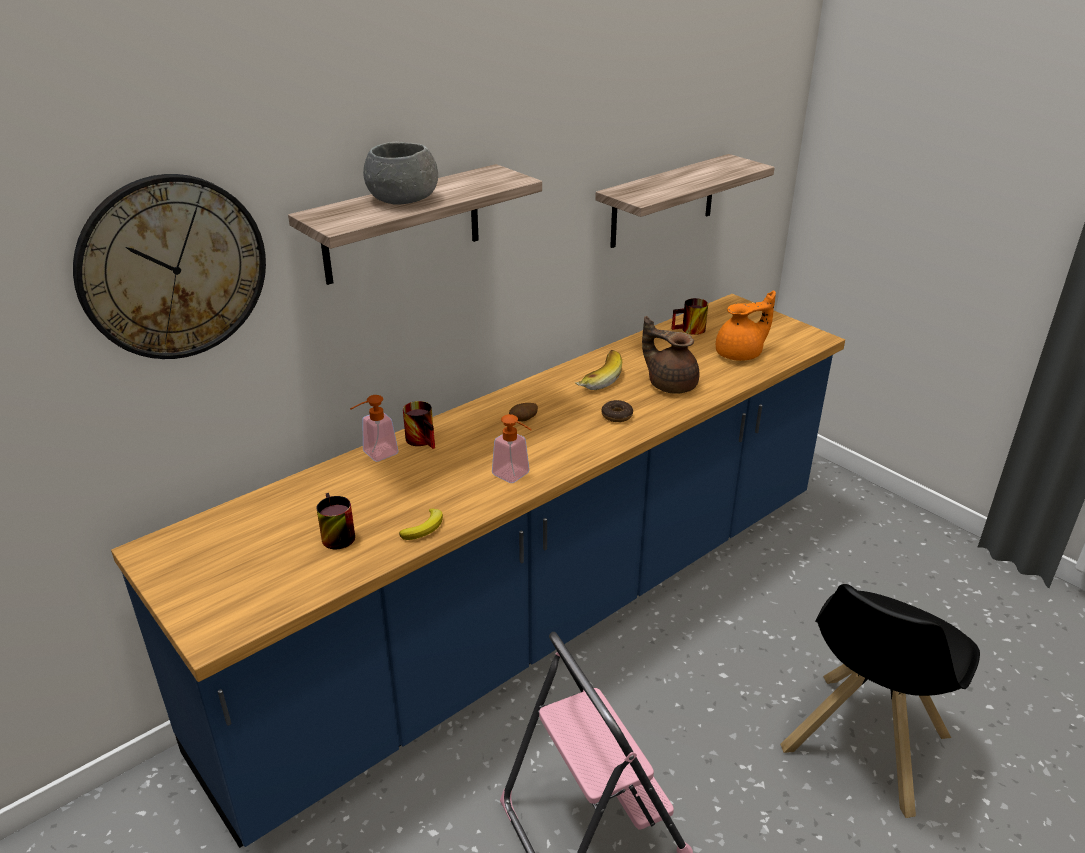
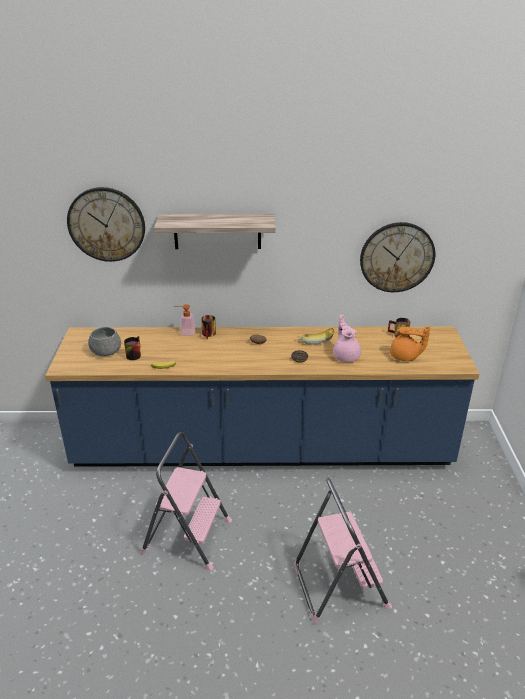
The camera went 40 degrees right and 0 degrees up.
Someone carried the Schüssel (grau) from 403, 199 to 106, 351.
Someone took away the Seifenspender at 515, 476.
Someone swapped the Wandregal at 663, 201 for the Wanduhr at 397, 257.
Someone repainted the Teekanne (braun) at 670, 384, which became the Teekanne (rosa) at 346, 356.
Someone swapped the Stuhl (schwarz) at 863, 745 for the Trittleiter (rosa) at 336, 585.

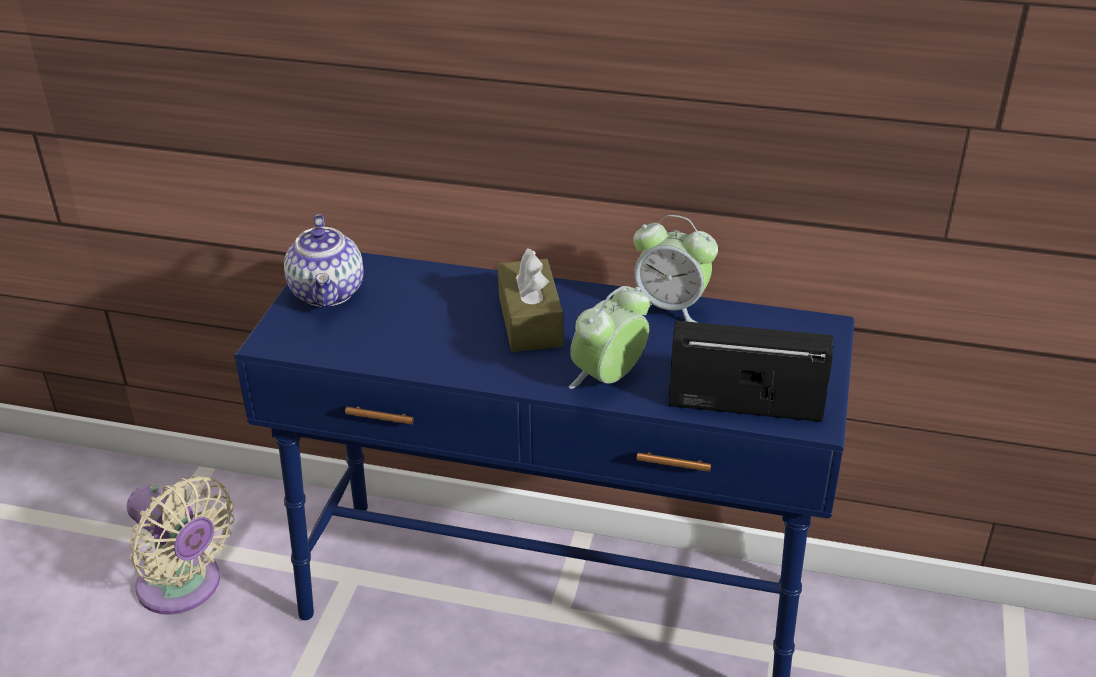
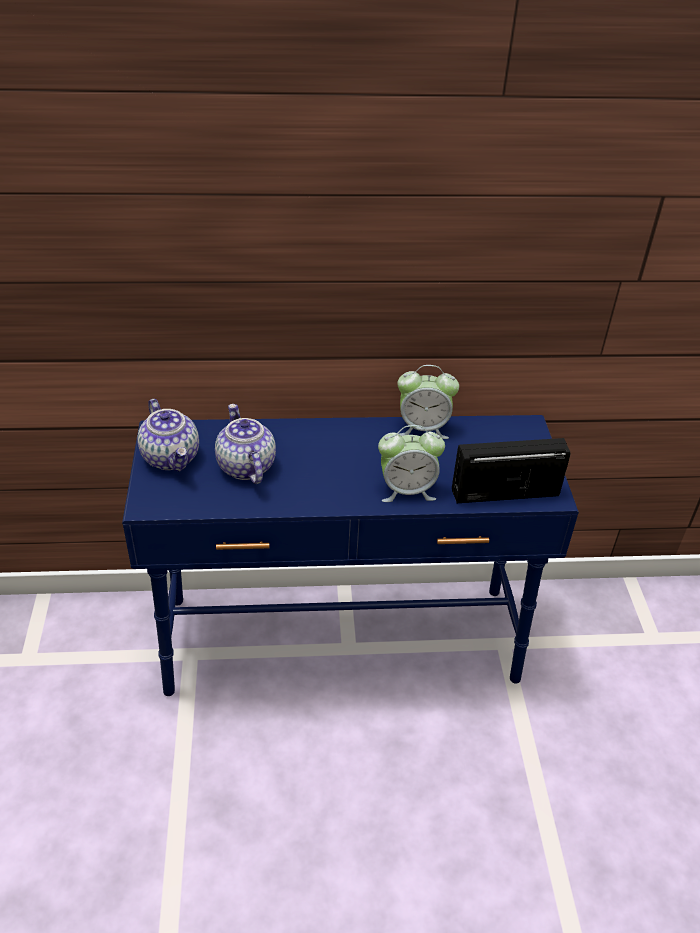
The camera went 20 degrees left and 5 degrees up.
Someone took away the Ventilator (beige) at 184, 587.
Someone took away the Taschentuchbox (braun) at 530, 321.
Someone rotated the Wecker at 609, 378 by 120 degrees counterclockwise.
Someone put down the Teekanne at 245, 466.

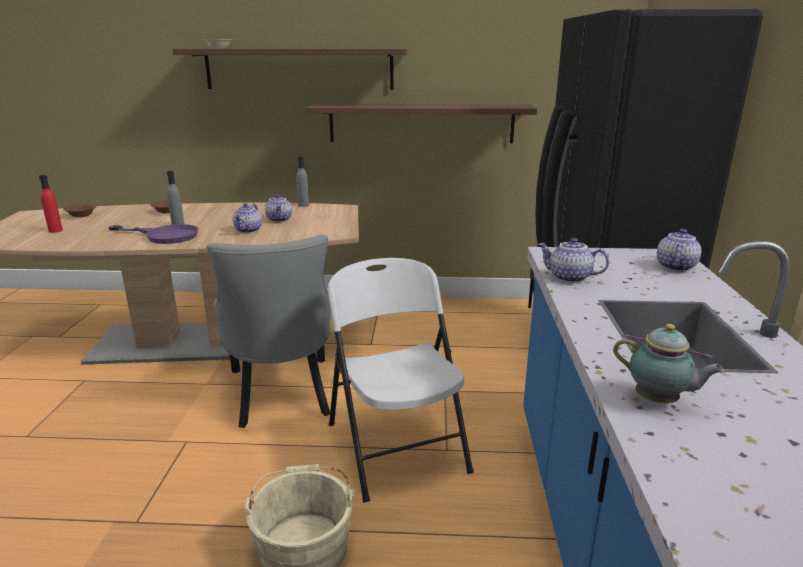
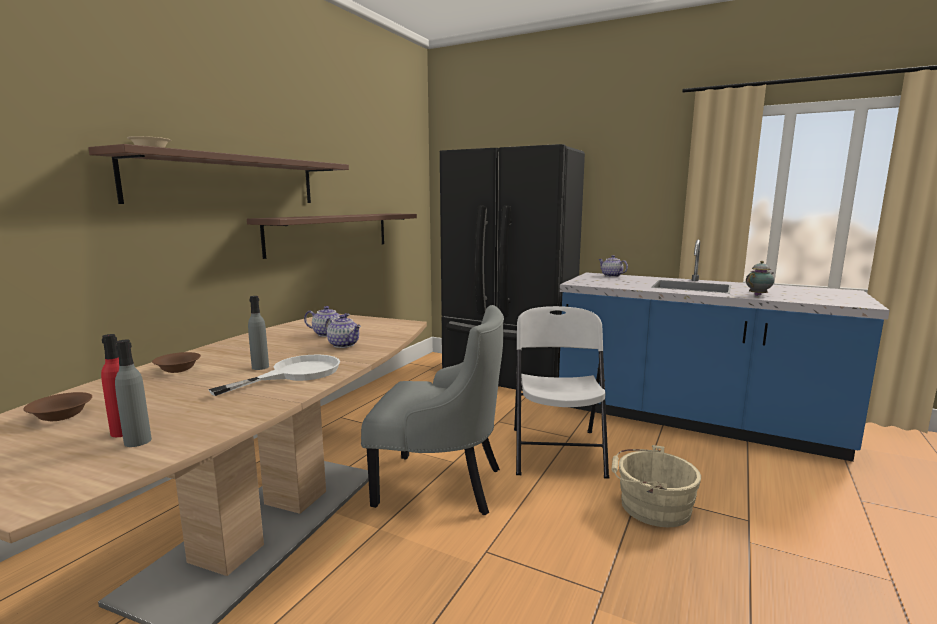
The camera went 65 degrees left and 10 degrees down.
Someone repainted the Pfanne (lila) at 164, 235, which became the Pfanne (weiß) at 295, 374.
Someone carried the Flasche (grau) from 303, 205 to 138, 441.
Someone rotated the Stuhl (weiß) at 397, 447 by 90 degrees clockwise.
Someone took away the Teekanne at 569, 278.

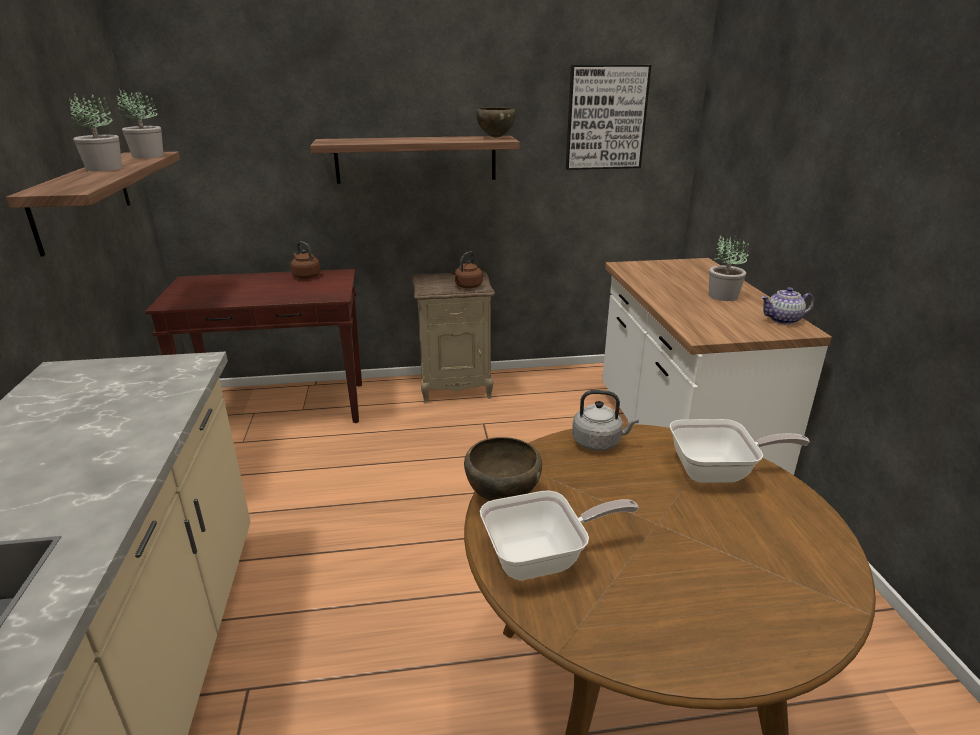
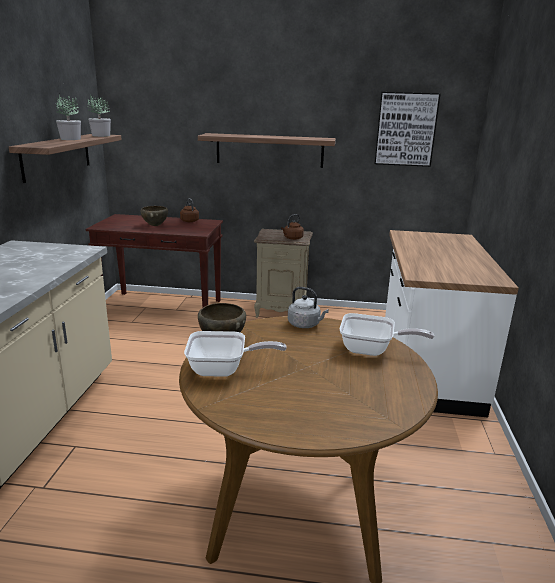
The camera went 15 degrees right and 5 degrees down.
Someone carried the Schüssel (braun) from 495, 137 to 155, 226.
Someone took away the Topfpflanze at 722, 296.
Someone took away the Teekanne at 783, 320.

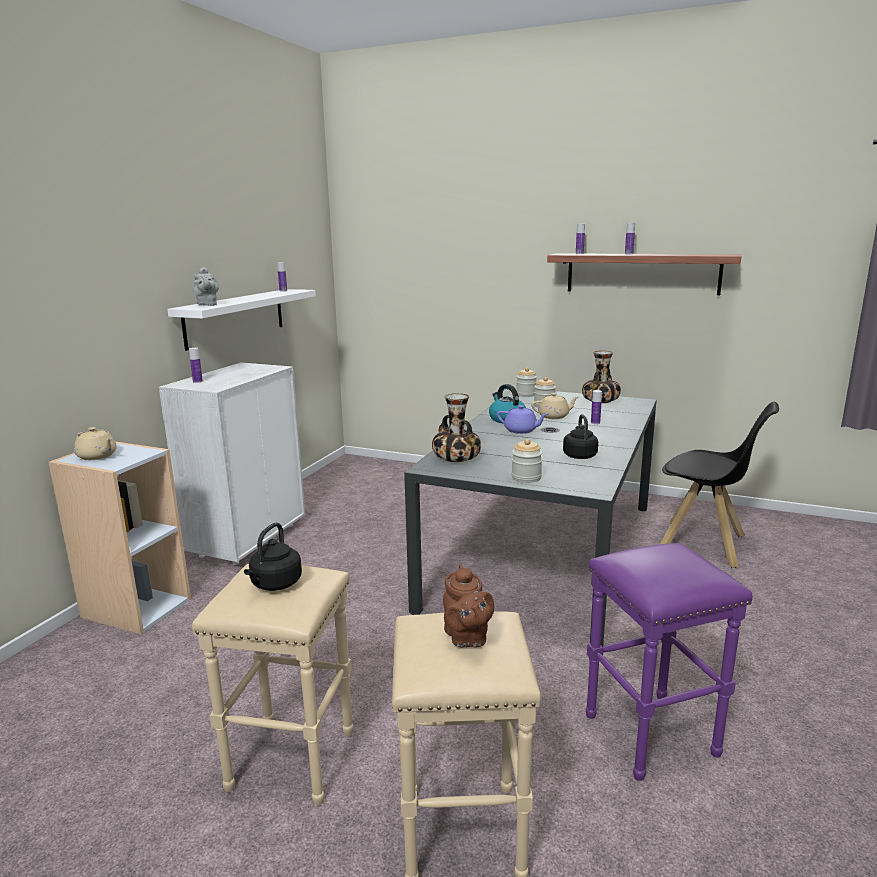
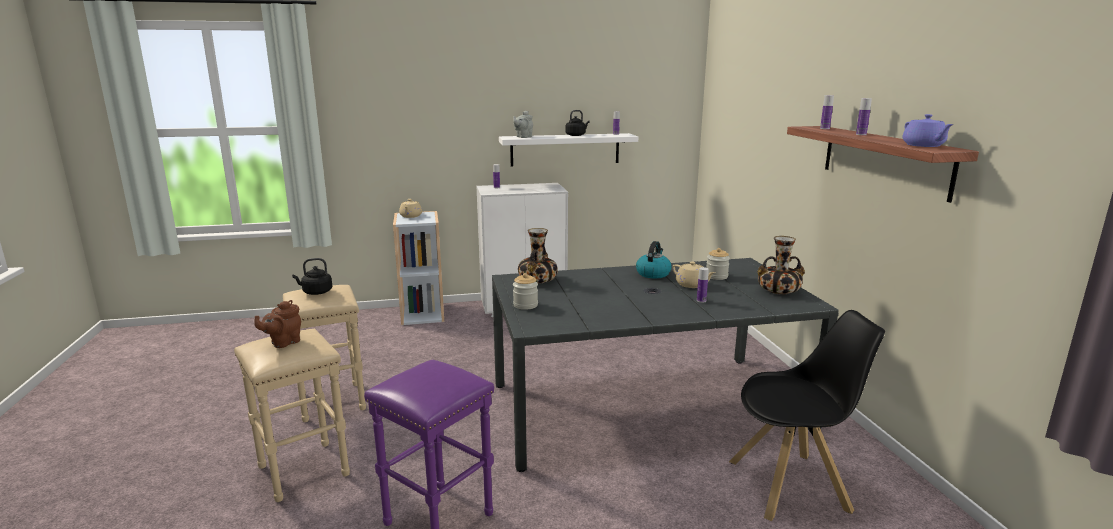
The camera went 55 degrees right and 0 degrees up.
Someone carried the Teekanne (lila) from 521, 430 to 924, 146.
Someone took away the Vorratsglas at 526, 394.
Someone carried the Wasserkessel (schwarz) from 579, 455 to 576, 135.
Someone rotated the Stuhl (schwarz) at 704, 544 by 90 degrees counterclockwise.

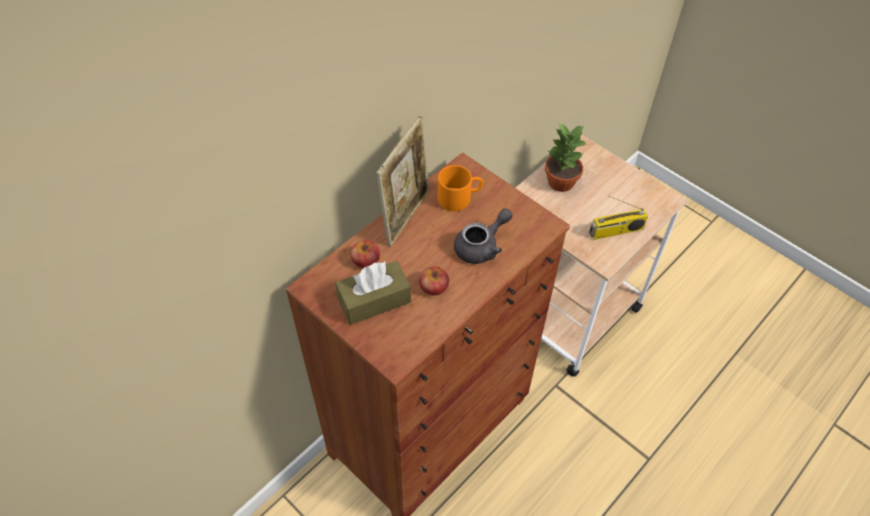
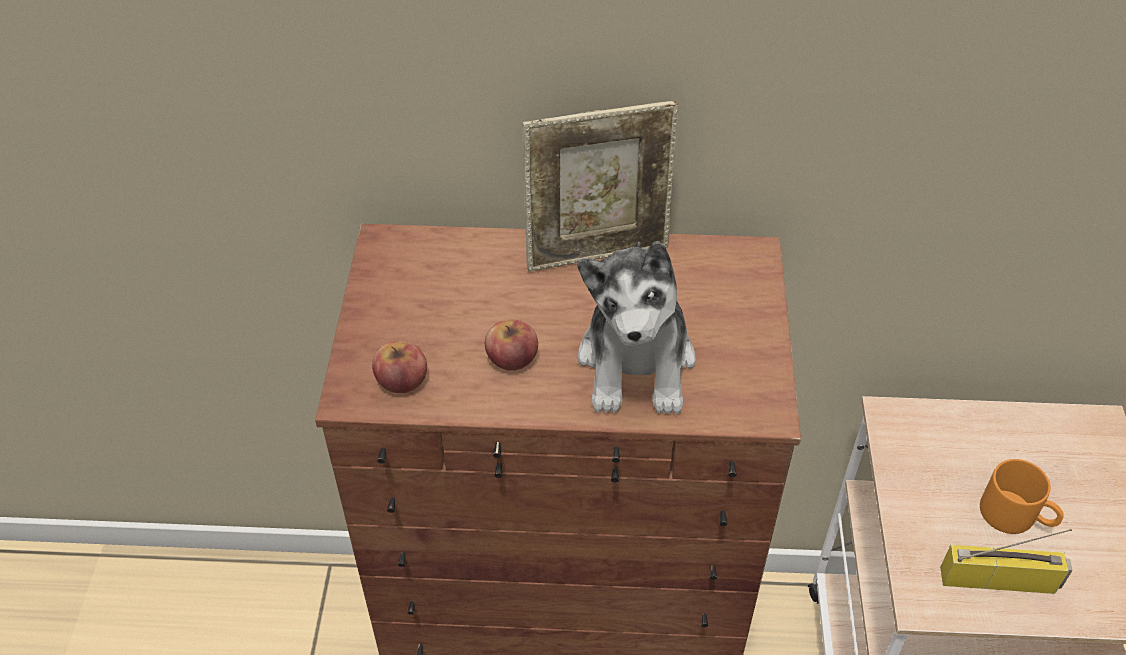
The camera went 50 degrees right and 5 degrees down.
Someone took away the Taschentuchbox (braun) at 374, 300.
Someone carried the Apfel from 365, 260 to 401, 379.
Someone carried the Henkelbecher (orange) from 459, 197 to 1017, 515.
Someone swapped the Teekanne (grau) at 481, 247 for the Plüschtier at 637, 362.
Someone took away the Topfpflanze at 560, 182.
Someone rotated the Radio at 615, 231 by 150 degrees clockwise.

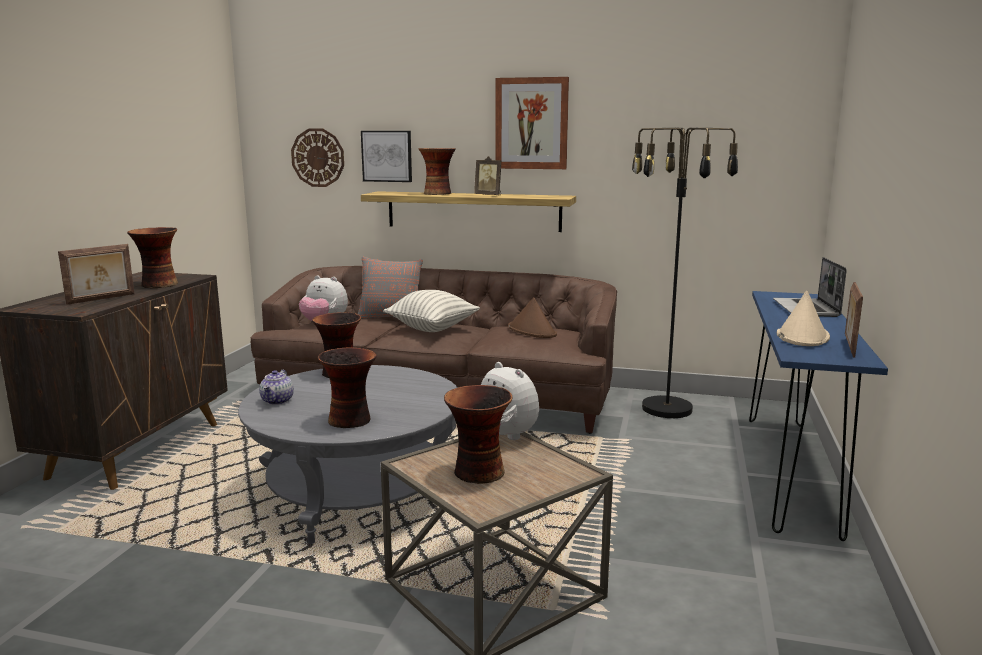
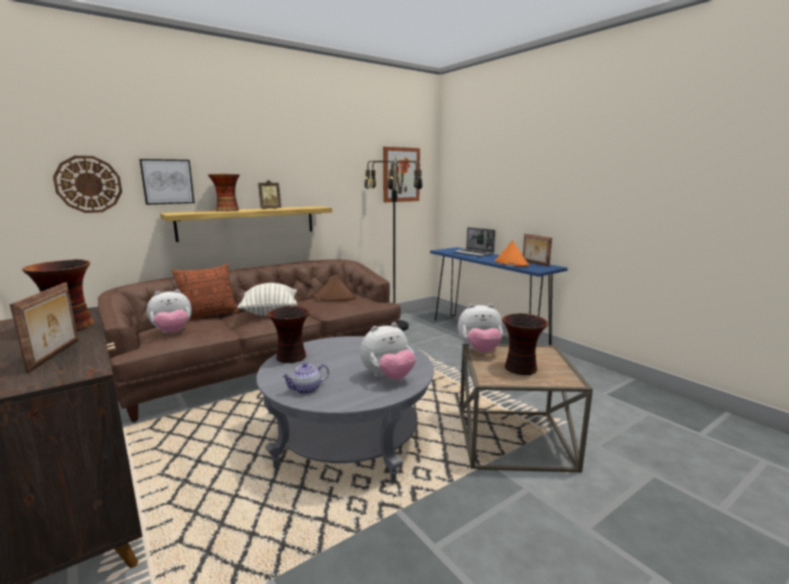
The camera went 50 degrees left and 0 degrees up.
Someone rotated the Teekanne at 277, 401 by 105 degrees clockwise.
Someone swapped the Vase at 351, 420 for the Plüschtier at 388, 377.
Someone repainted the Kissen (grau) at 390, 318, which became the Kissen (braun) at 209, 316.
Someone carried the Bild from 531, 123 to 401, 175.
Someone repainted the Hut (beige) at 802, 336, which became the Hut (orange) at 511, 263.

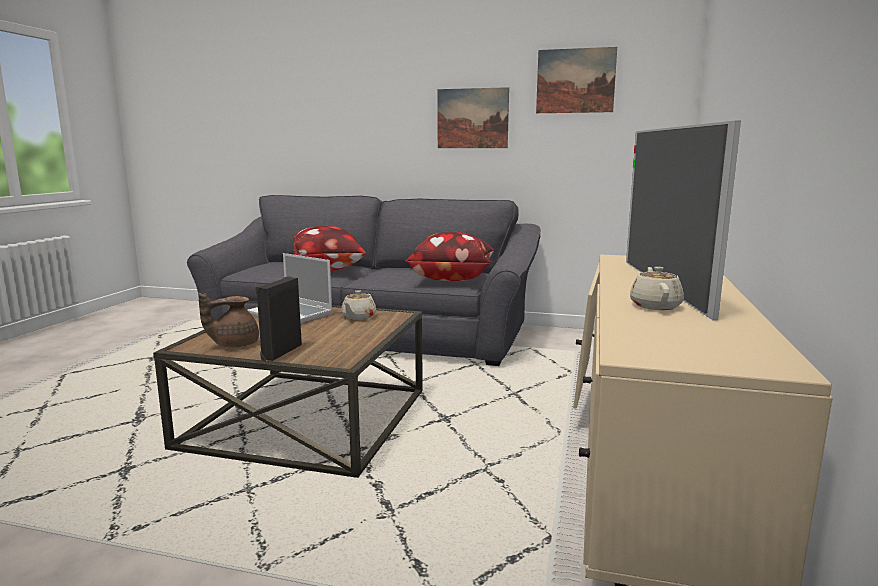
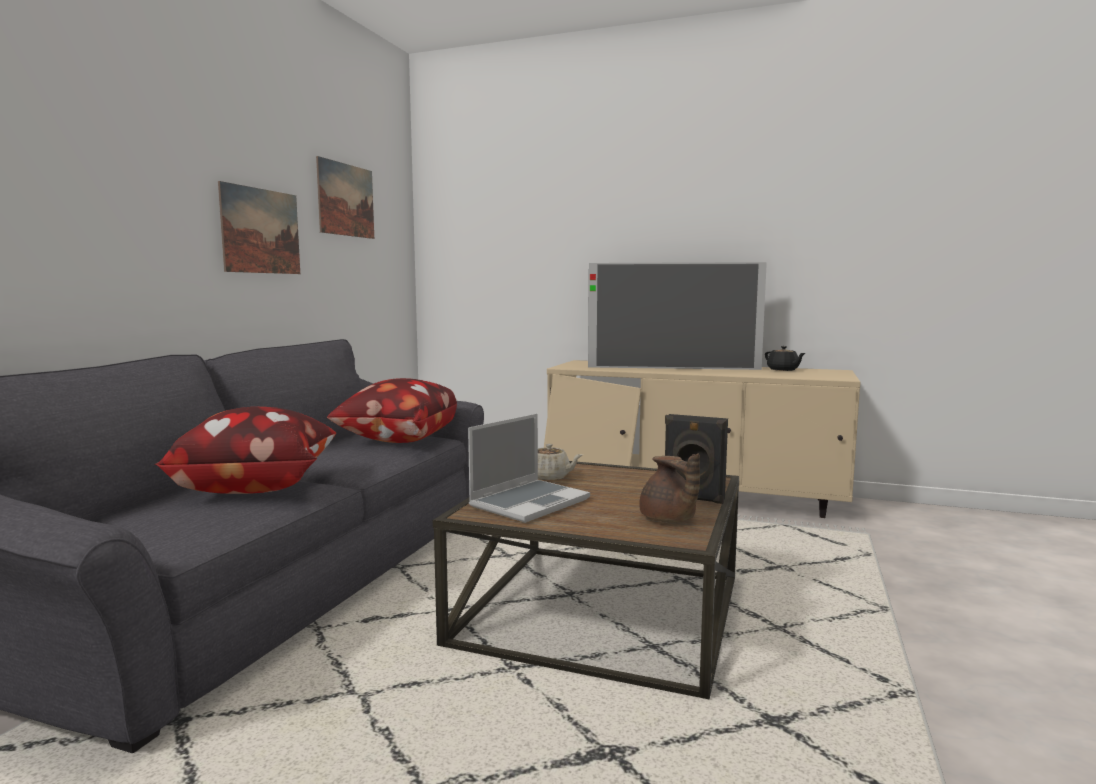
The camera went 85 degrees left and 5 degrees down.
Someone took away the Teekanne (beige) at 655, 306.
Someone put down the Teekanne (schwarz) at 783, 370.

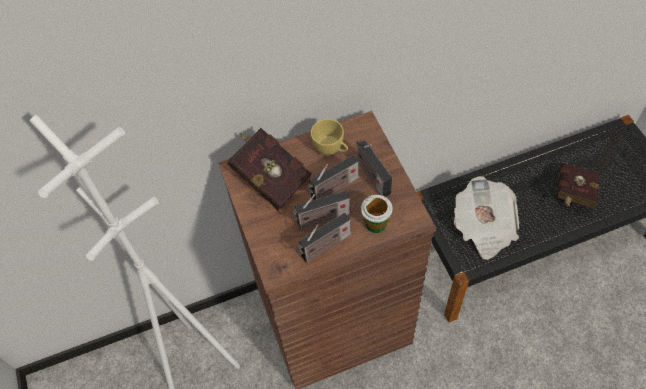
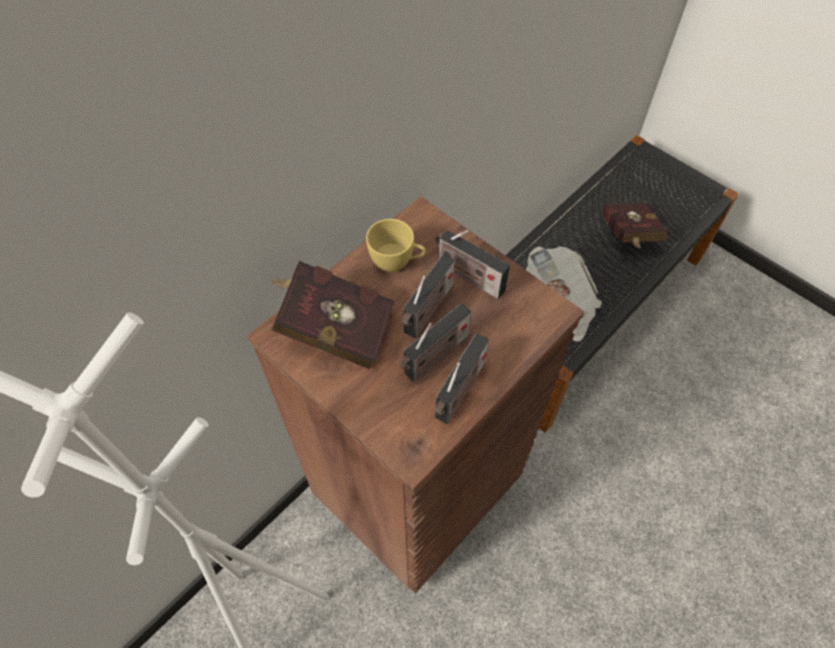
The camera went 30 degrees left and 0 degrees up.
Someone took away the Tasse at 376, 223.

